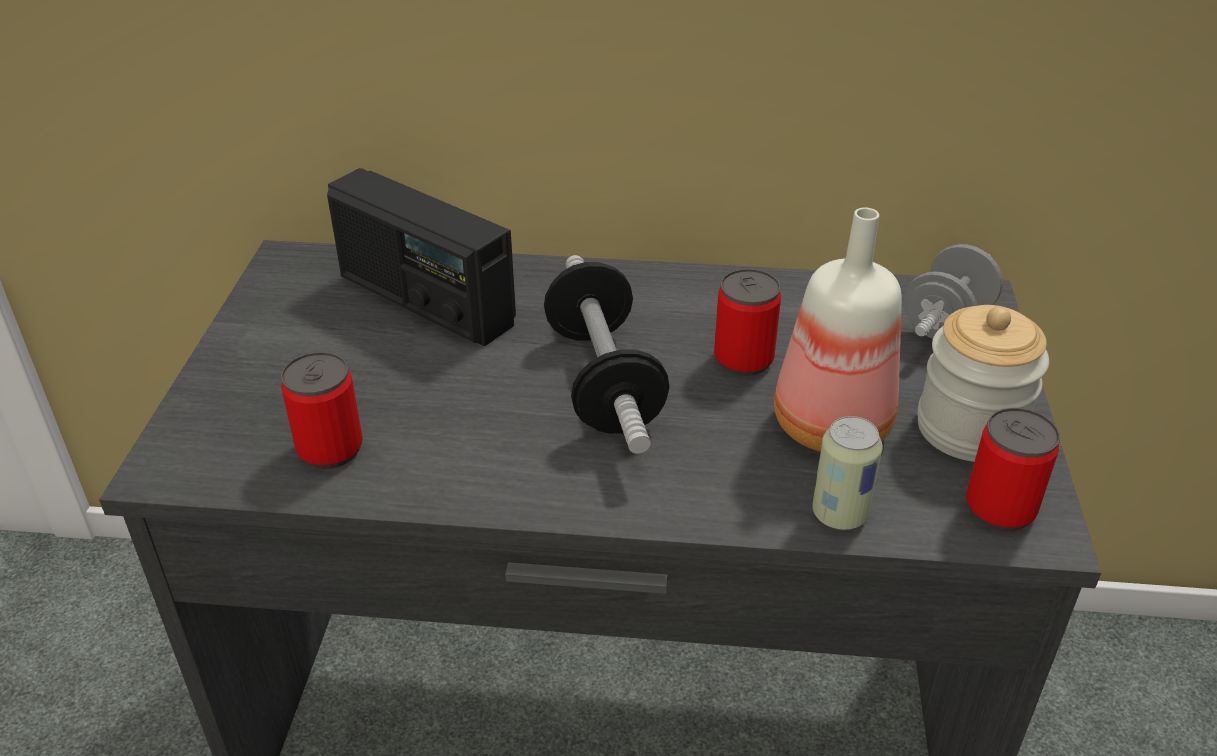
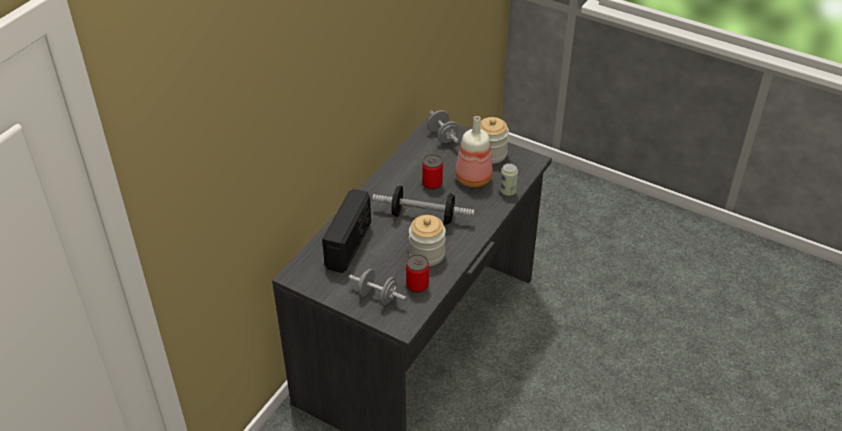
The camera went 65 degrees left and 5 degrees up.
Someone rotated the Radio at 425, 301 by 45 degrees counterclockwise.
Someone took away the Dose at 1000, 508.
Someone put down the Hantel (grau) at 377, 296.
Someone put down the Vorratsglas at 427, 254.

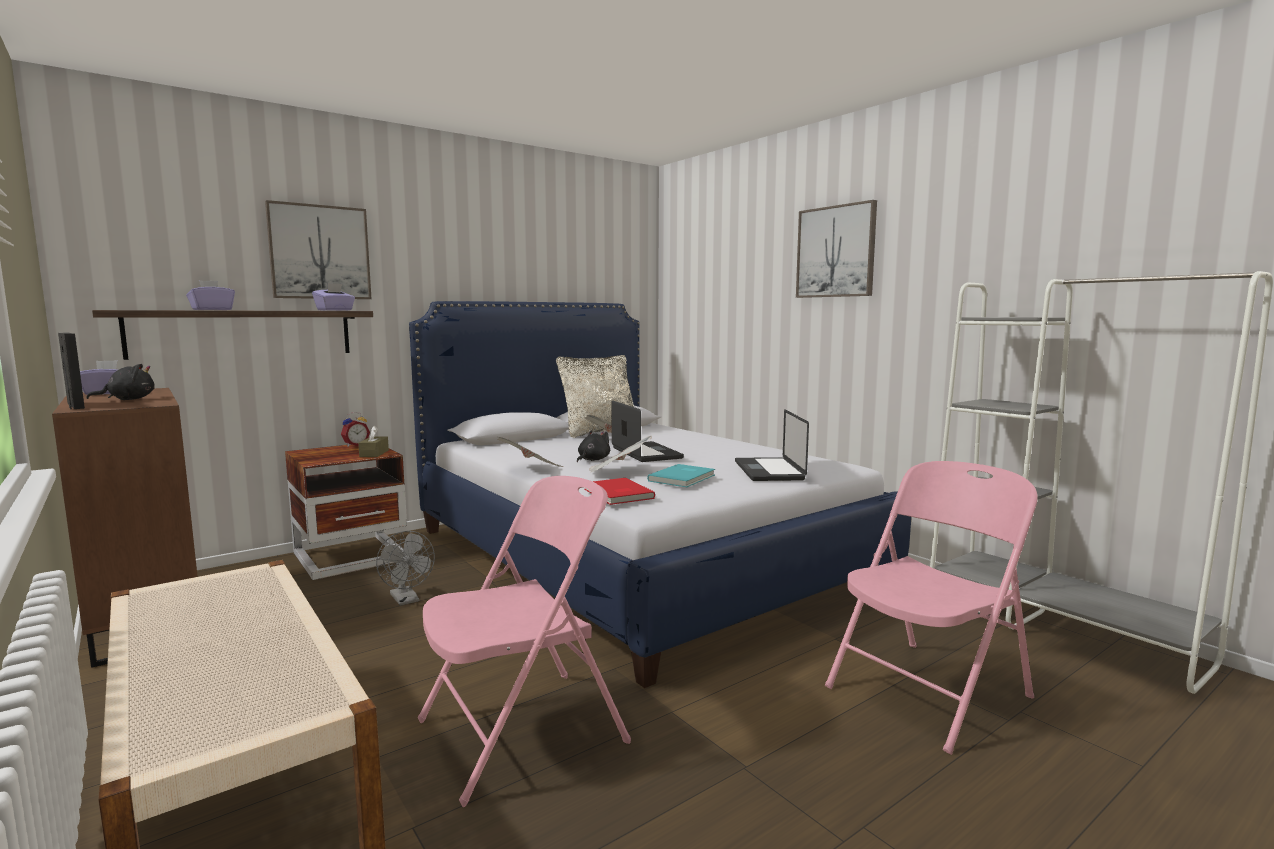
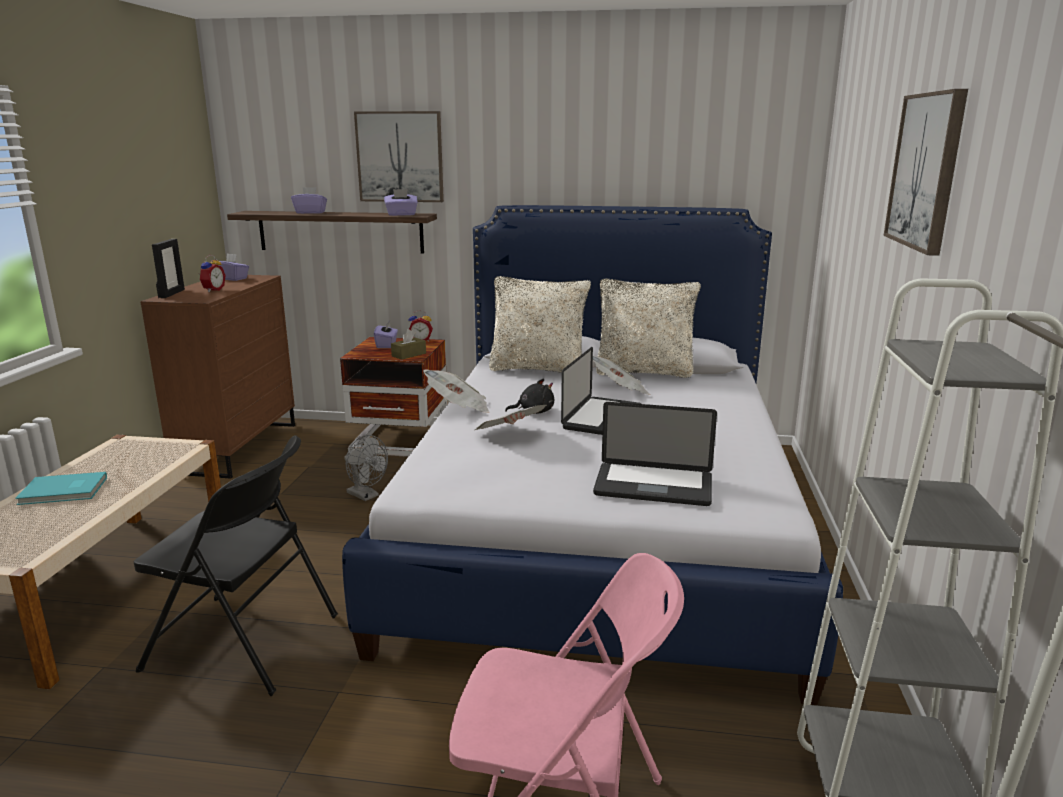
The camera went 45 degrees right and 10 degrees up.
Someone swapped the Plüschtier (schwarz) at 128, 399 for the Wecker at 212, 290.
Someone rotated the Ventilator (grau) at 407, 600 by 60 degrees counterclockwise.
Someone repainted the Stuhl (rosa) at 522, 731, which became the Stuhl (schwarz) at 242, 642.
Someone took away the Buch (rot) at 617, 494.
Someone carried the Buch (türkis) from 684, 478 to 64, 491.
Someone rotated the Laptop at 768, 471 by 120 degrees counterclockwise.
Someone put down the Taschentuchbox (lila) at 387, 345.
Someone put down the Kissen (beige) at 538, 370.

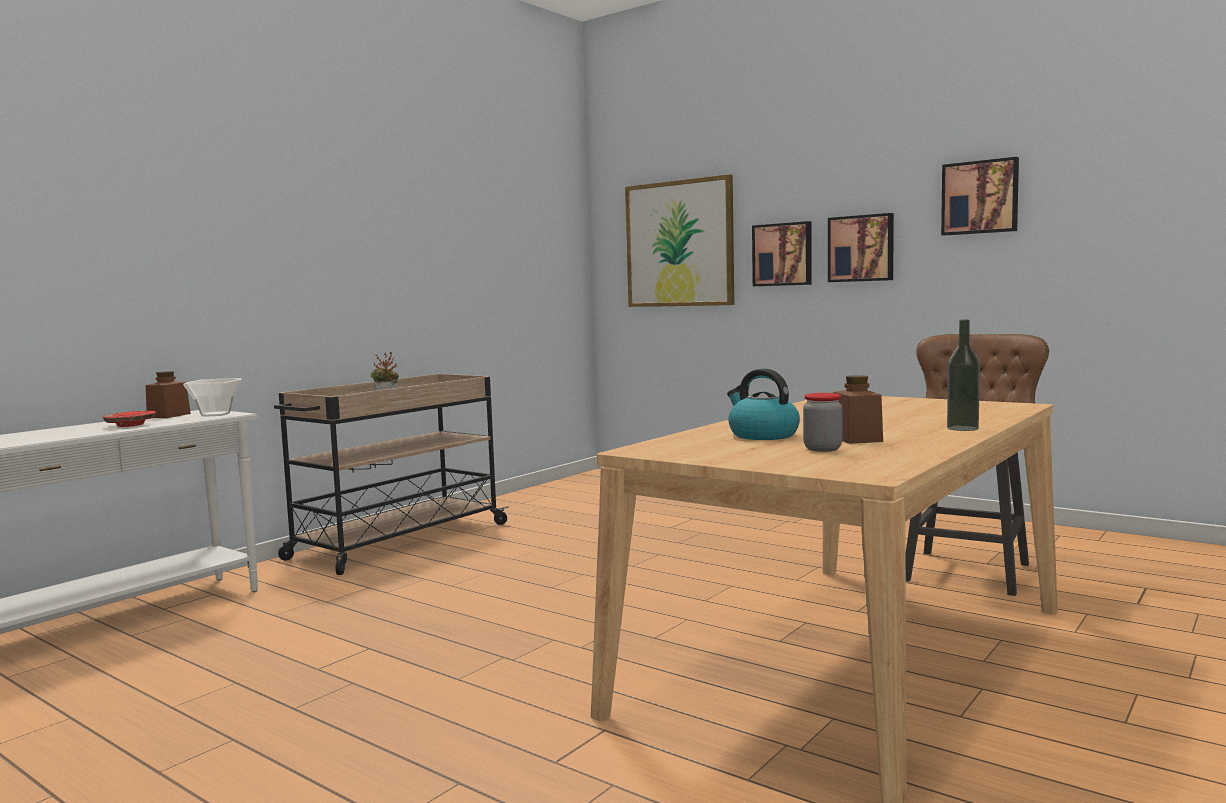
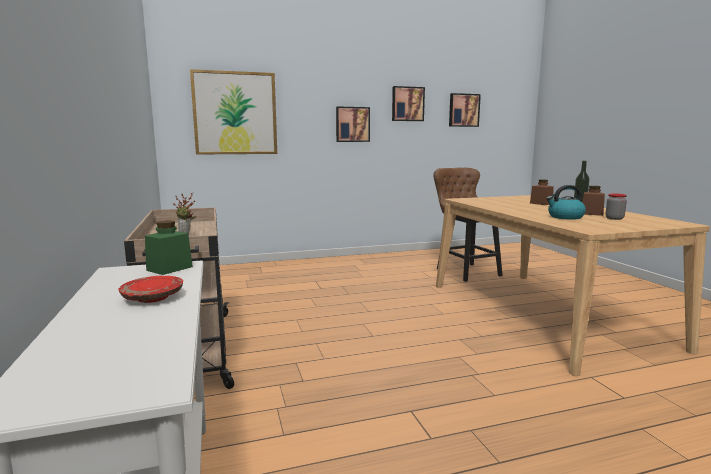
The camera went 55 degrees left and 5 degrees up.
Someone carried the Vorratsglas (braun) from 169, 415 to 541, 203.
Someone swapped the Schüssel at 217, 414 for the Vorratsglas (grün) at 169, 268.
Someone carried the Bild from 783, 254 to 463, 110.

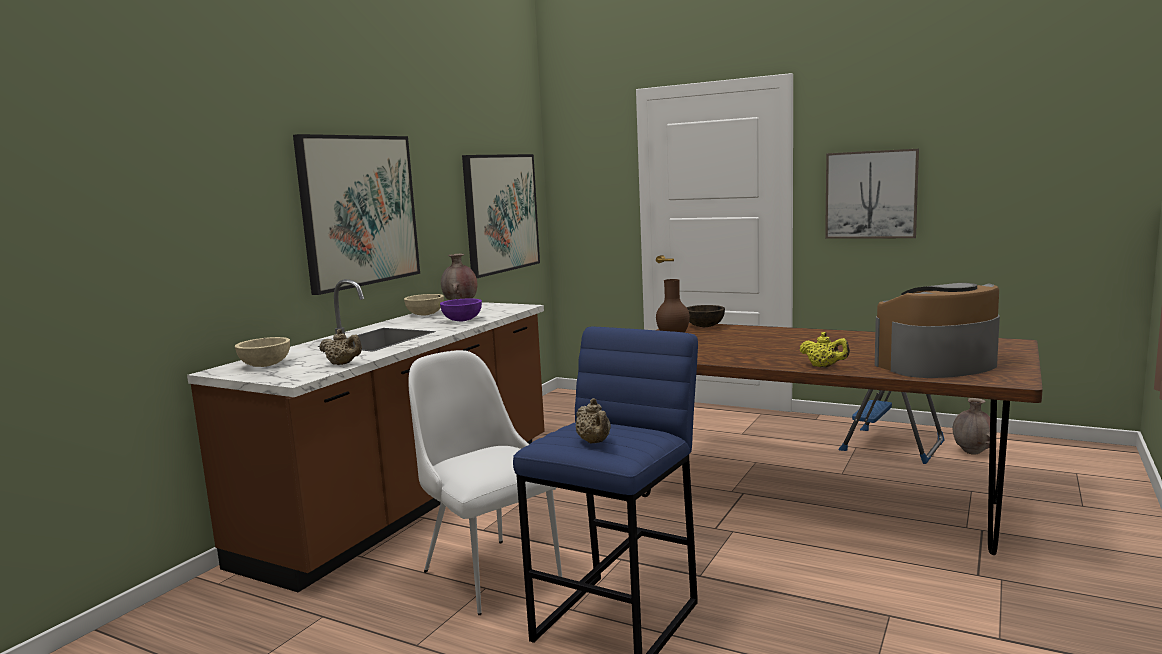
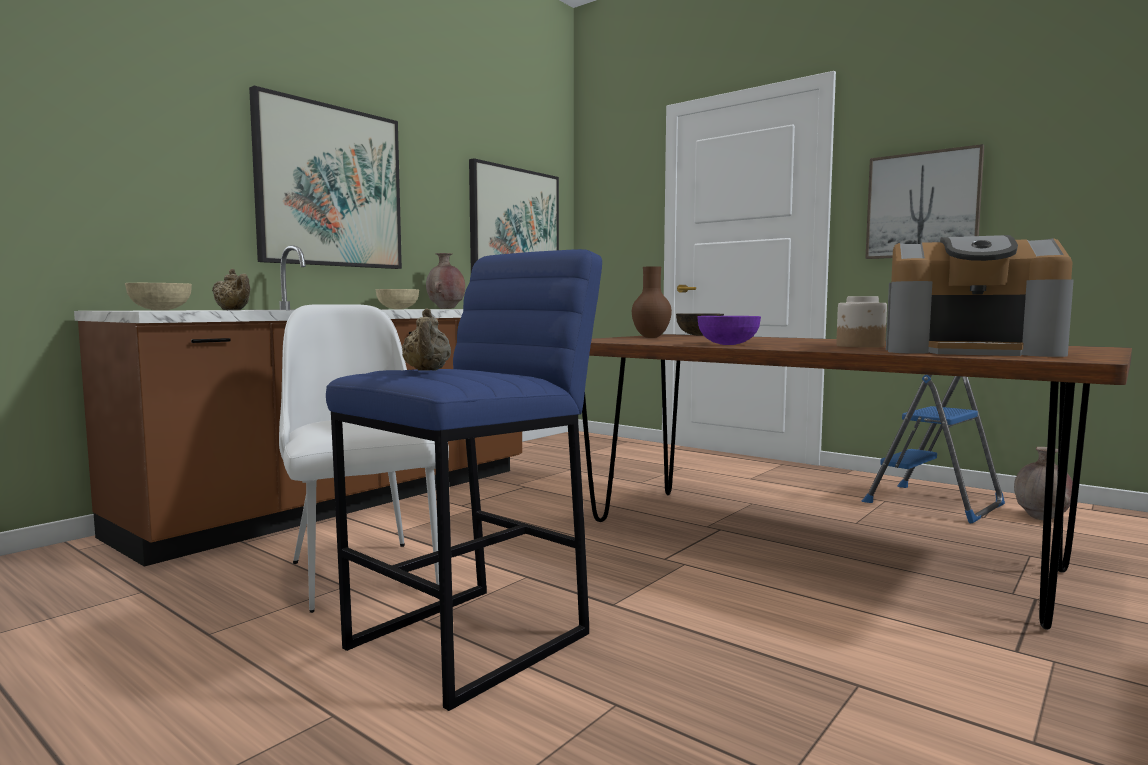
The camera went 10 degrees right and 5 degrees down.
Someone carried the Schüssel (lila) from 462, 320 to 727, 344.
Someone took away the Teekanne (gelb) at 824, 366.
Someone rotated the Kaffeemaschine at 937, 365 by 150 degrees counterclockwise.
Someone put down the Vorratsglas at 860, 346.

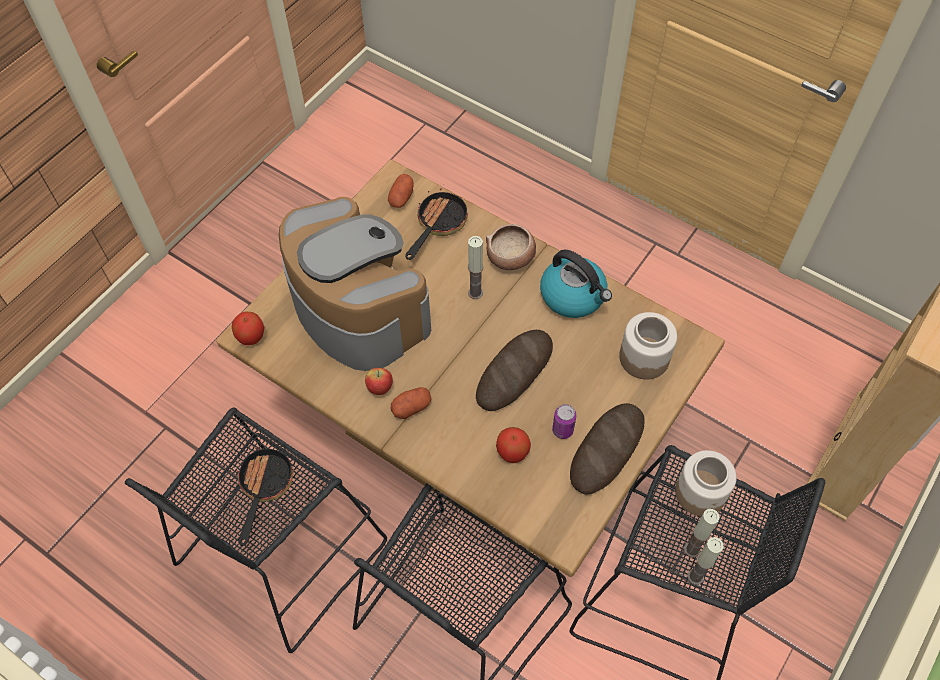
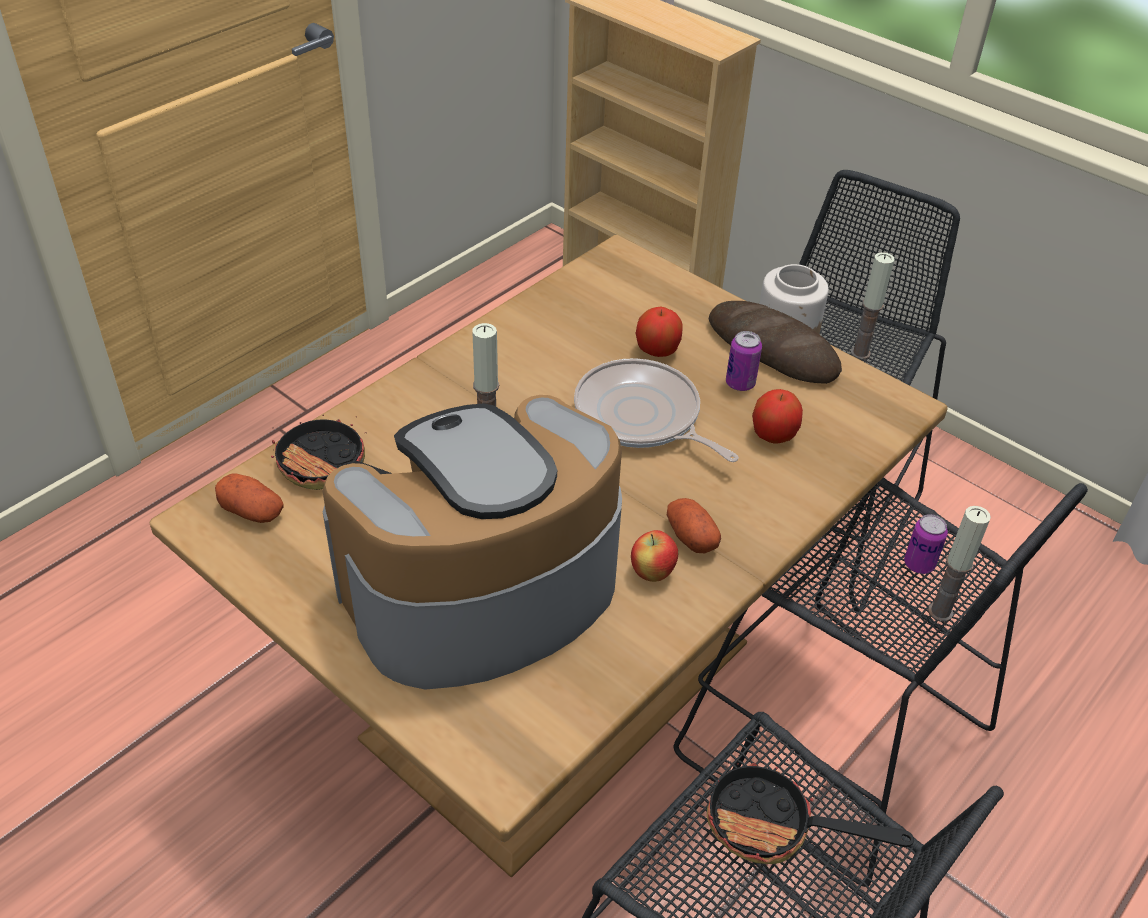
The camera went 85 degrees left and 15 degrees down.
Someone carried the Apfel from 251, 336 to 657, 351.
Someone swapped the Brot at 514, 372 for the Pfanne at 641, 417.
Someone took away the Schüssel at 511, 257.
Someone took away the Wasserkessel at 574, 296.
Someone took away the Vorratsglas at 644, 357.
Someone carried the Kerze from 695, 576 to 940, 612.
Someone put down the Dose at 919, 564.

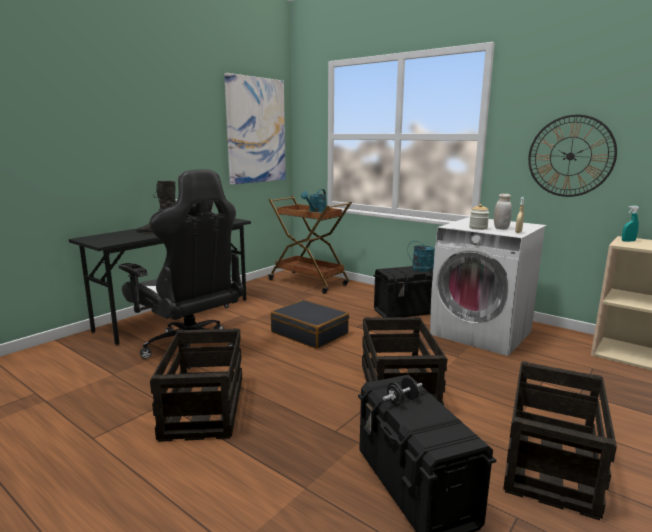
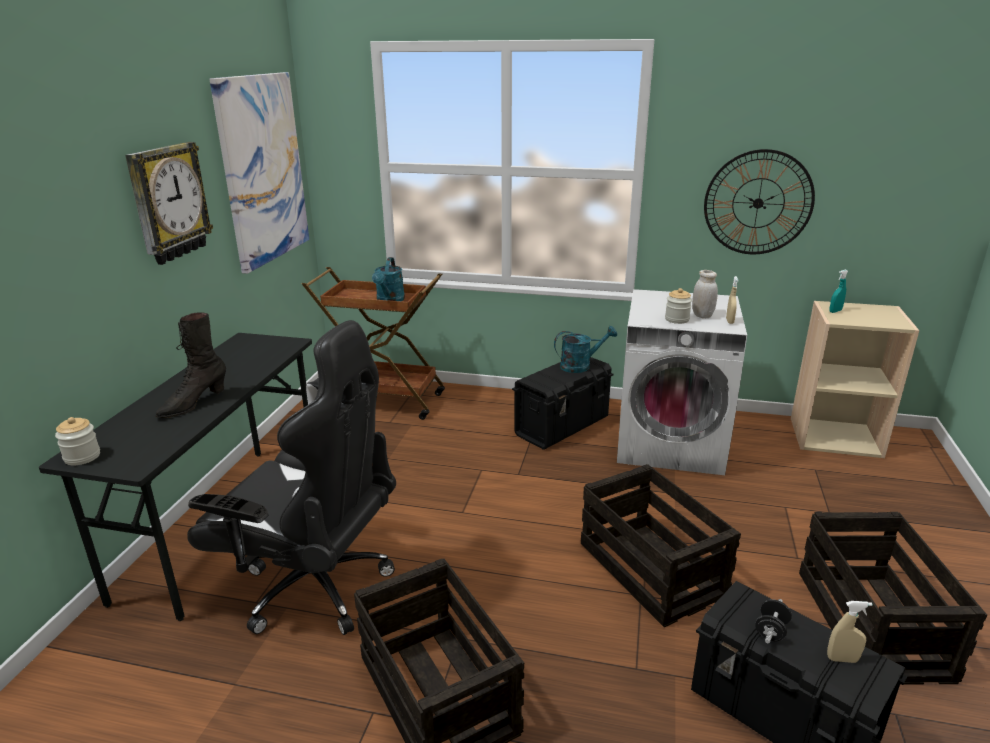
The camera went 25 degrees left and 10 degrees up.
Someone took away the Koffer (schwarz) at 310, 333.
Someone put down the Vorratsglas at 82, 457.
Someone put up the Wanduhr at 168, 202.
Someone put down the Sprühflasche (beige) at 842, 659.

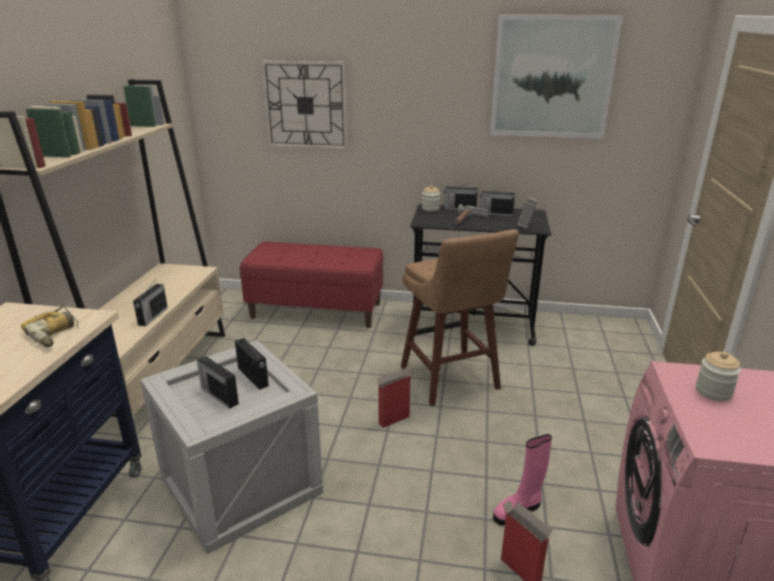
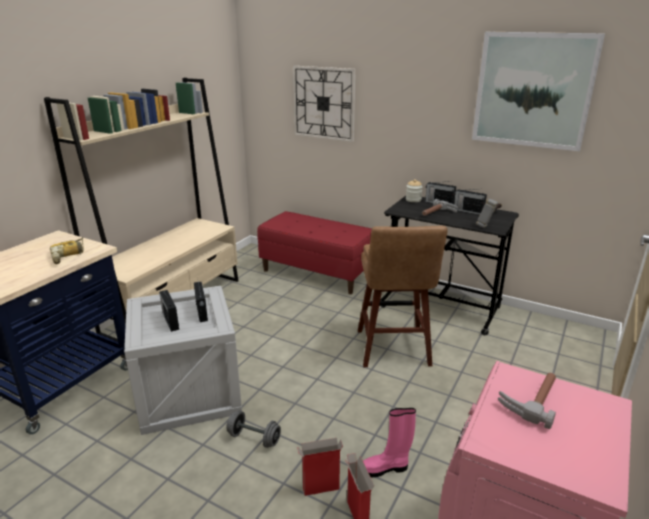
The camera went 20 degrees right and 0 degrees up.
Someone took away the Radio at 152, 316.
Someone carried the Karton from 393, 420 to 320, 489.
Someone swapped the Vorratsglas at 713, 392 for the Hammer at 531, 399.
Someone put down the Hantel (grau) at 254, 438.

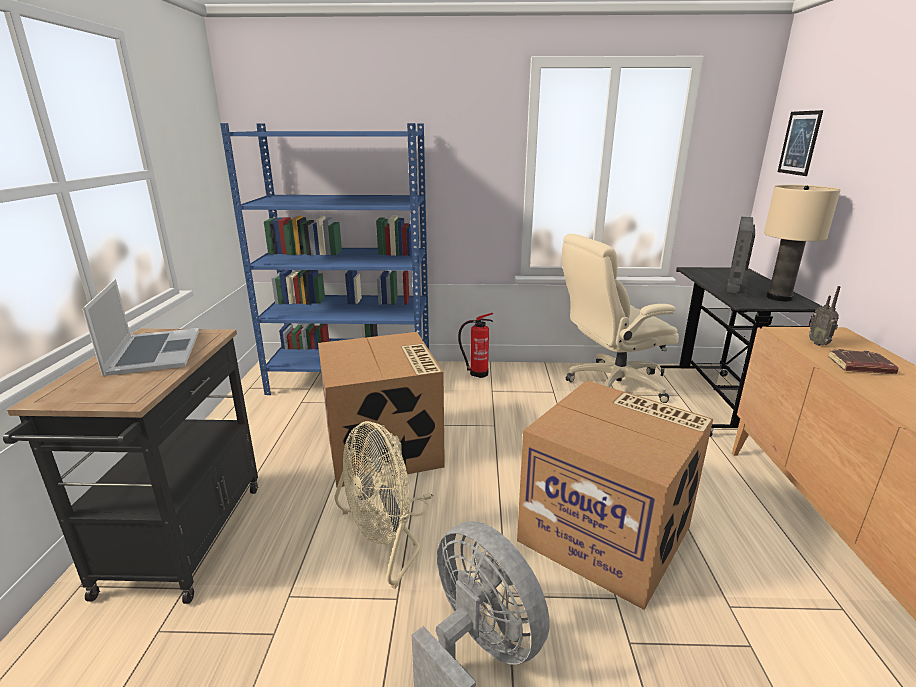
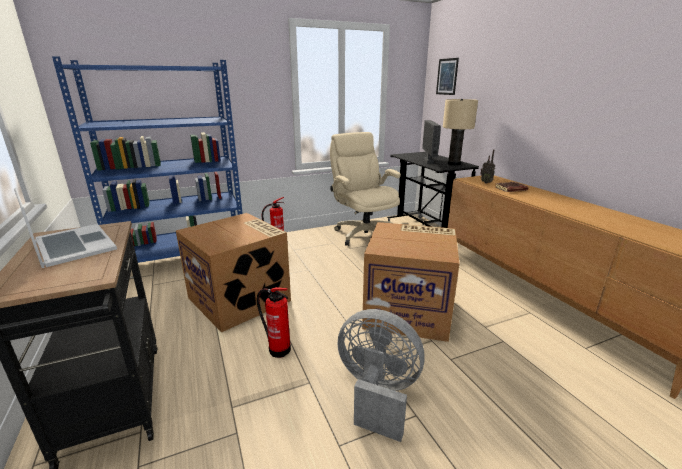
The camera went 25 degrees left and 0 degrees up.
Someone swapped the Ventilator (beige) at 387, 534 for the Feuerlöscher at 278, 349.
Someone rotated the Bürostuhl (beige) at 610, 385 by 105 degrees clockwise.

